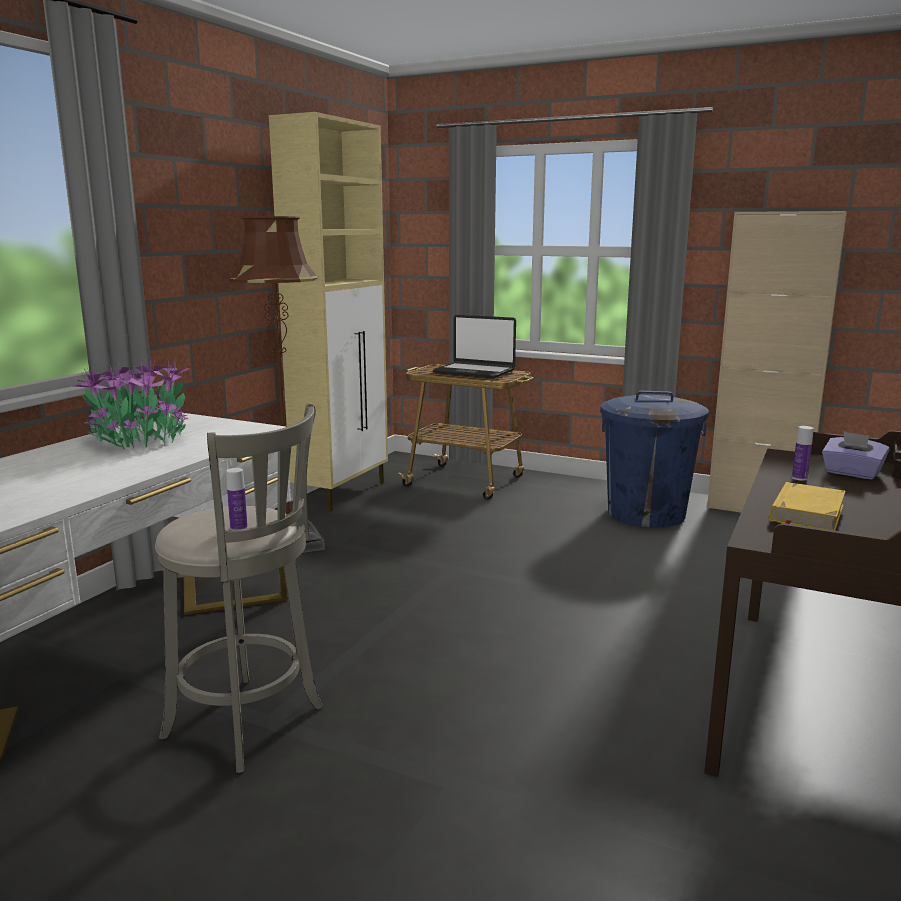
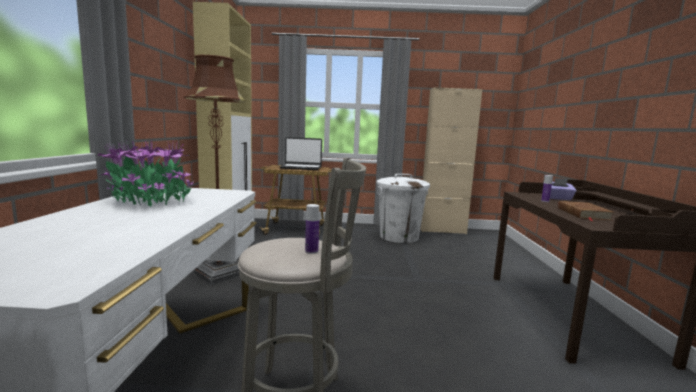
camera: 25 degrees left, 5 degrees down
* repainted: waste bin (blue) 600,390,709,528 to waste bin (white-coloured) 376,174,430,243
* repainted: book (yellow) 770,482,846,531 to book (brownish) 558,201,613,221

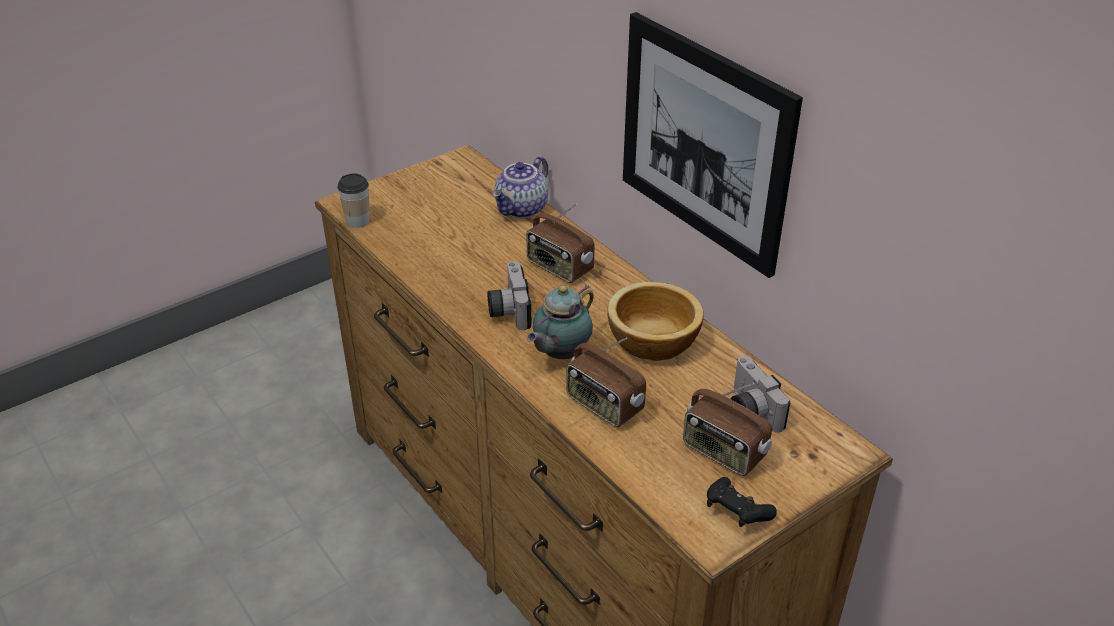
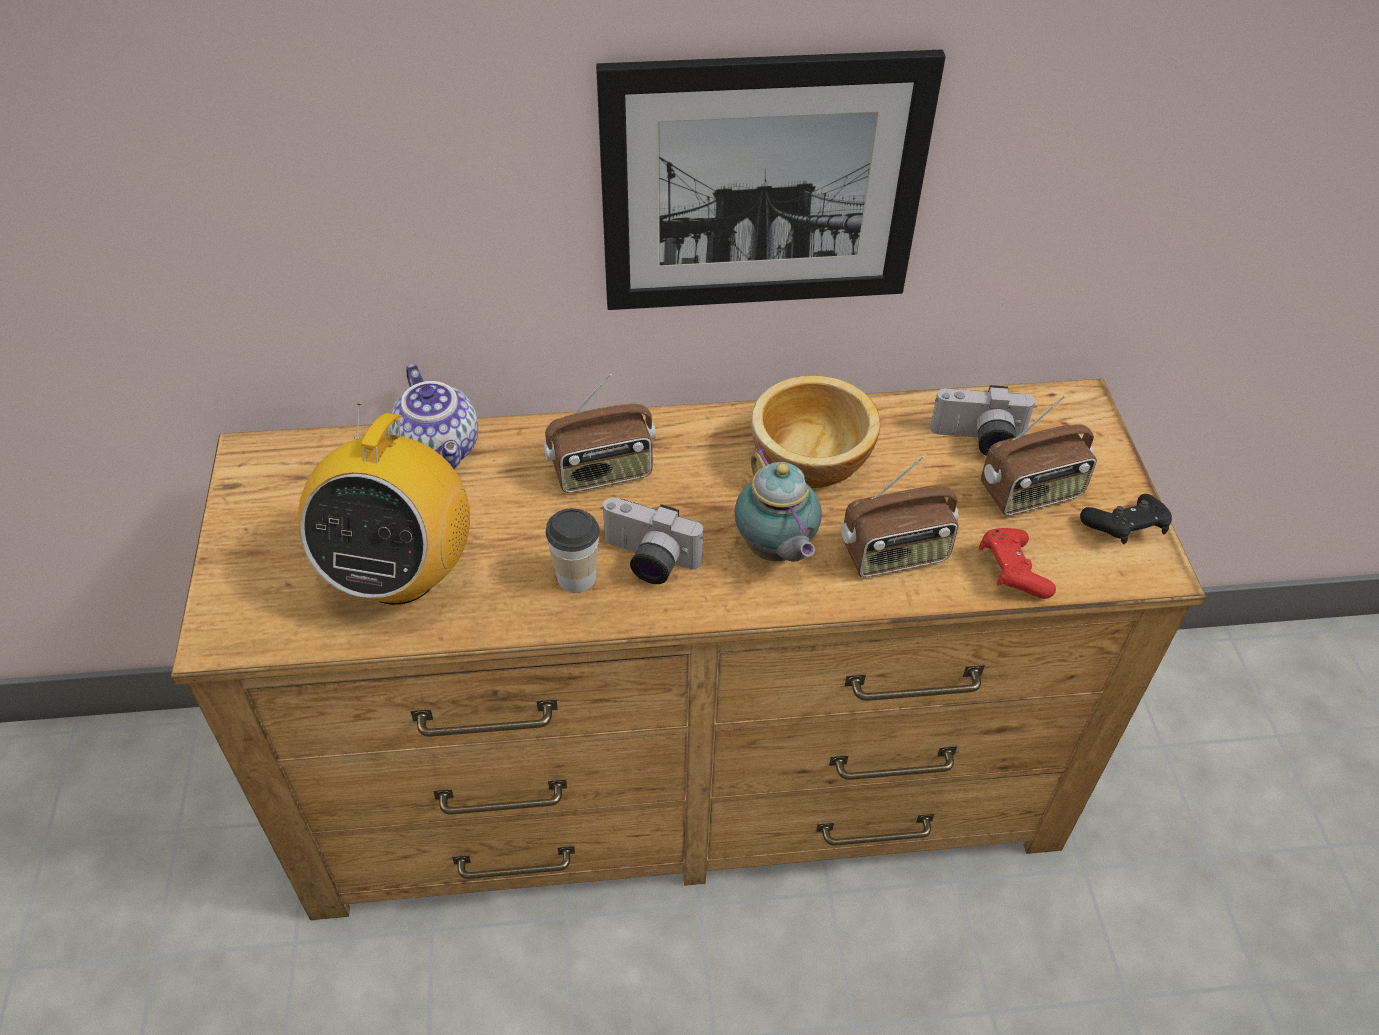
camera: 60 degrees left, 10 degrees up
* new: radio receiver 298,404,470,605
* new: game controller (red) 979,528,1056,599
* shifted: cup 337,173,369,228 to 546,508,600,592

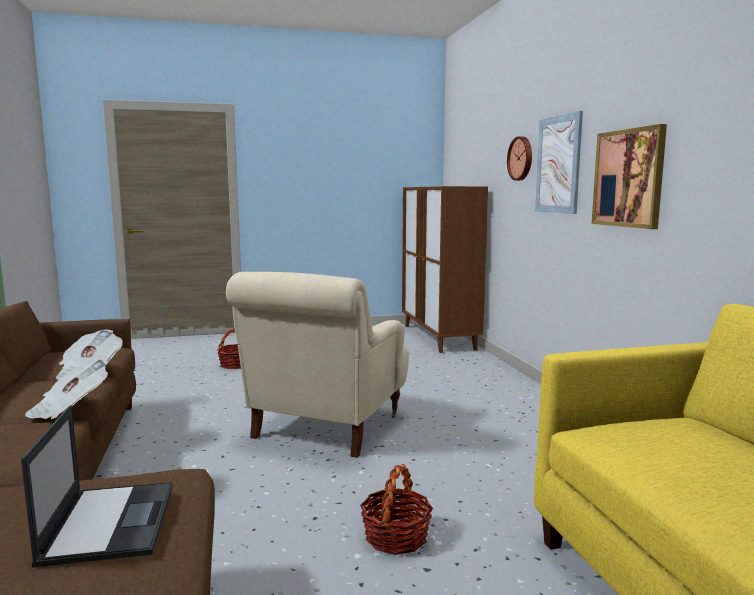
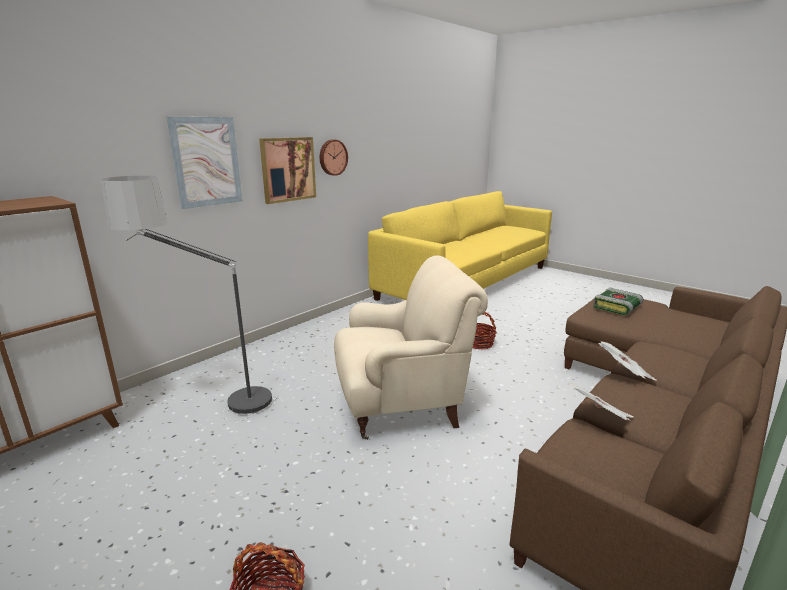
camera: 125 degrees left, 10 degrees up
* new: floor lamp 101,176,276,421
* shifted: wall clock 507,136,532,181 to 320,140,348,176
* swapped: portable computer 21,405,173,568 to book 593,288,643,315

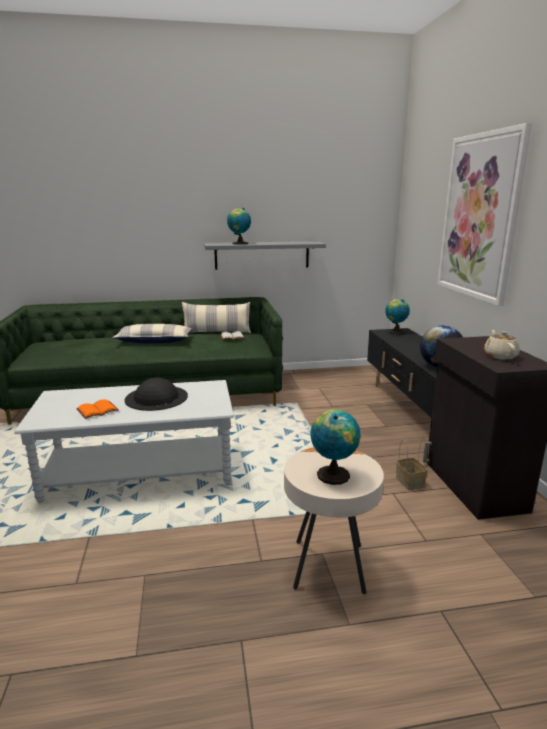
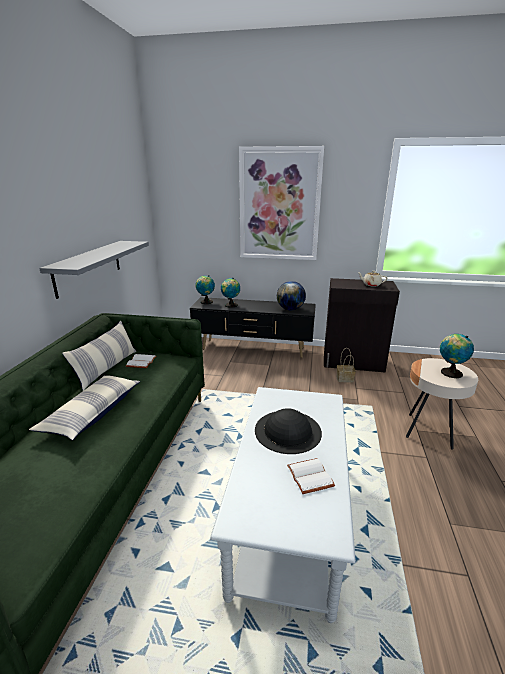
camera: 70 degrees left, 5 degrees up
* shifted: world globe 227,208,251,245 to 221,278,240,308
* repainted: book (orange) 76,399,119,419 to book (white-coloured) 287,458,335,494

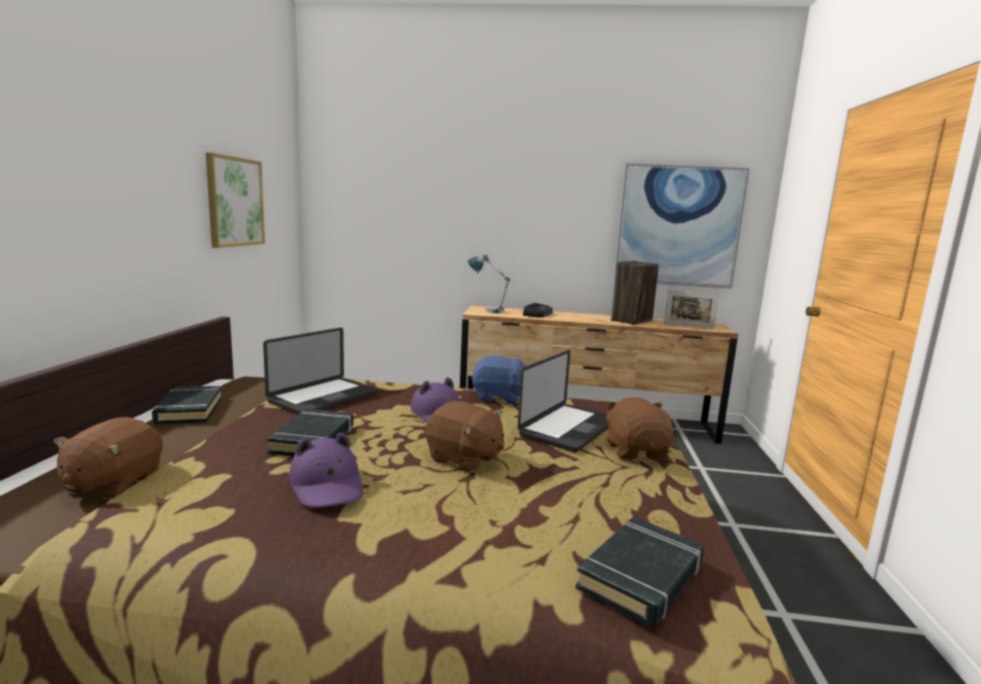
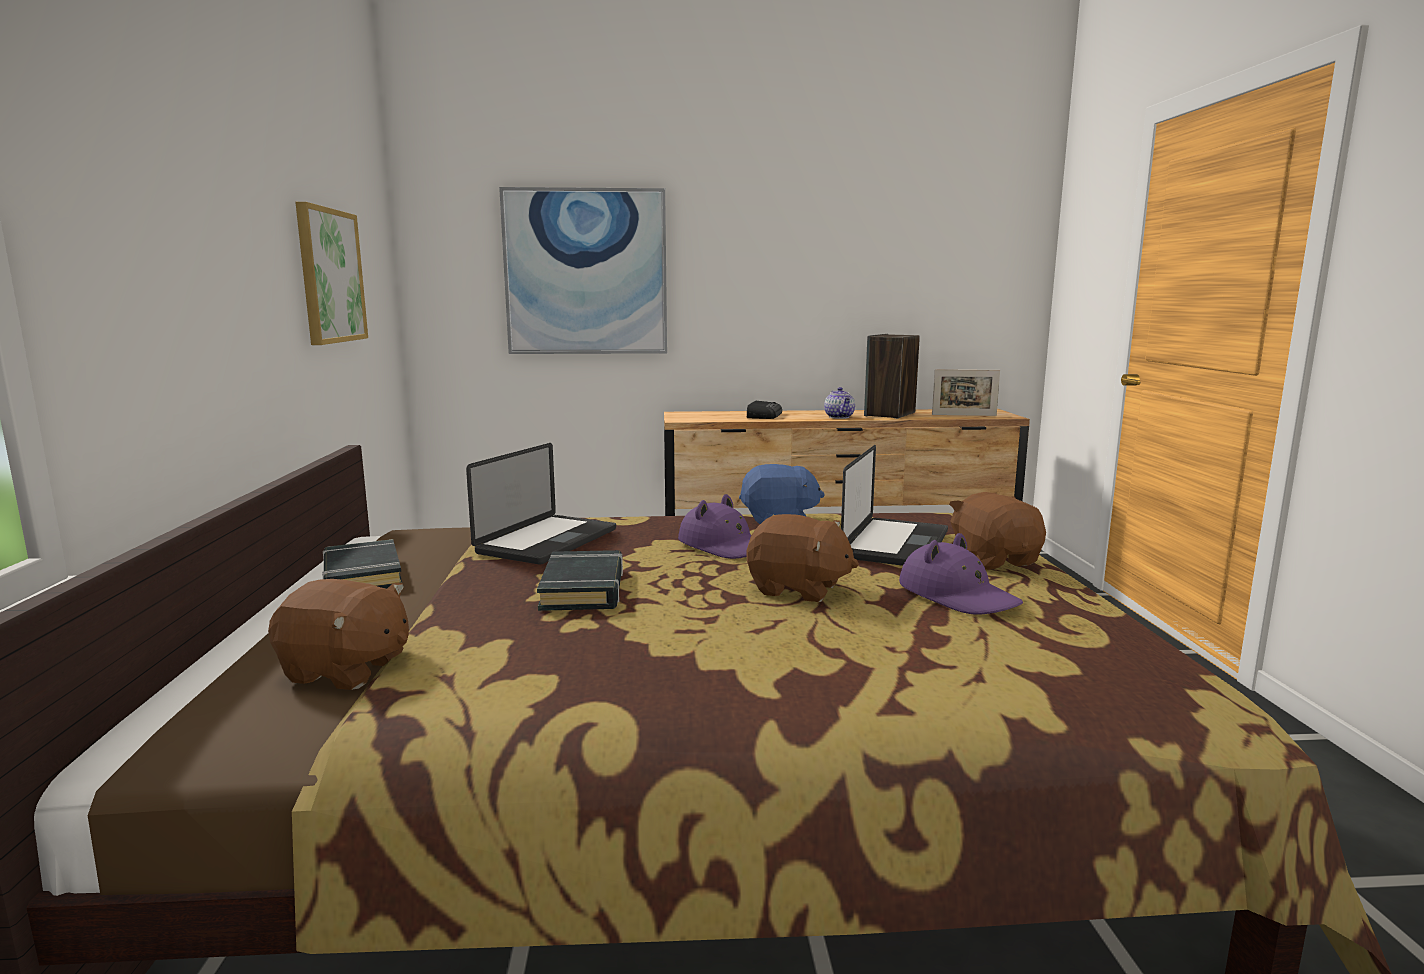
camera: 10 degrees left, 0 degrees up
* gone: table lamp 467,253,510,313
* gone: book (black) 576,517,704,627
* new: pot for tea 824,387,855,419
* shifted: hat (purple) 289,432,363,508 to 899,533,1023,615
* shifted: wall art 614,163,750,289 to 499,187,667,354
* rotated: soft toy (brownish) 53,417,163,500 = 268,579,409,690 75 degrees counterclockwise

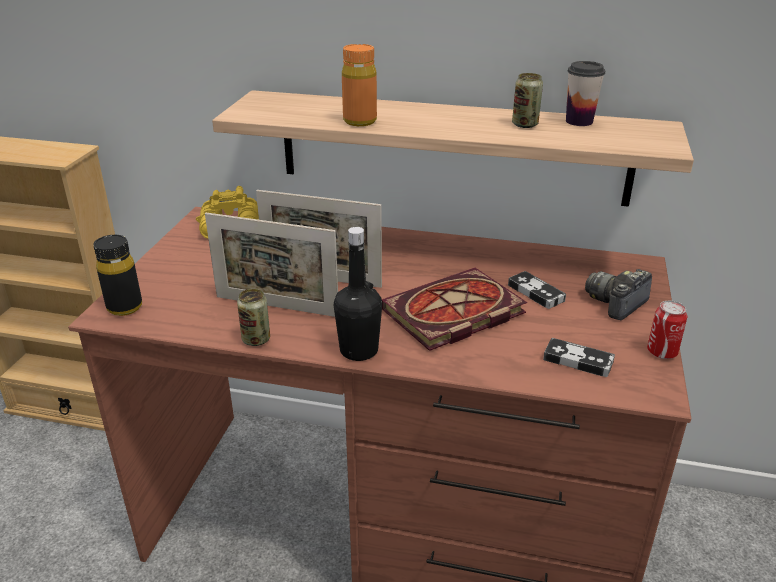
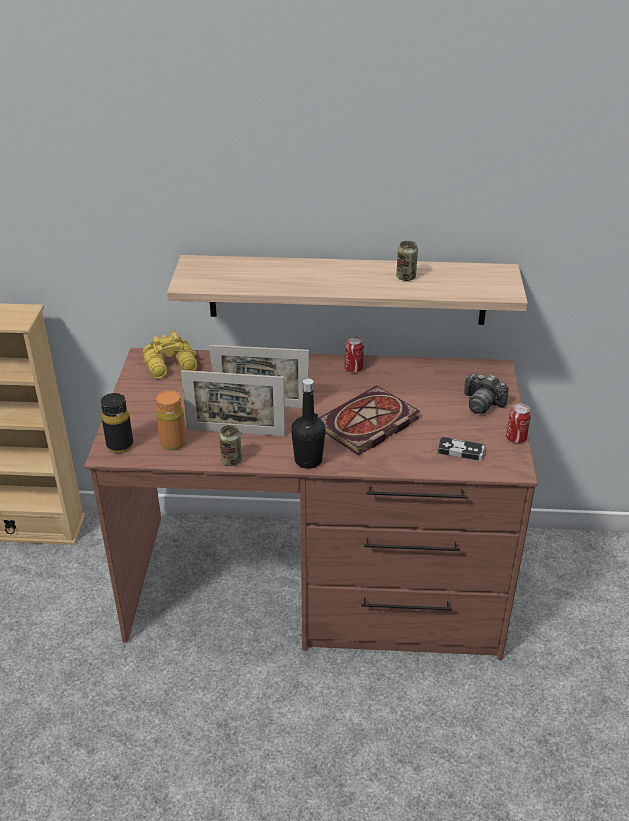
camera: 10 degrees left, 5 degrees up
* gone: game controller 508,271,566,309
* gone: cup 566,61,605,126
* new: metal can 345,336,364,373
* shifted: bottle (orange) 342,44,377,126 to 156,390,187,450
* rotated: still camera 585,269,652,320 = 464,373,509,414 90 degrees counterclockwise

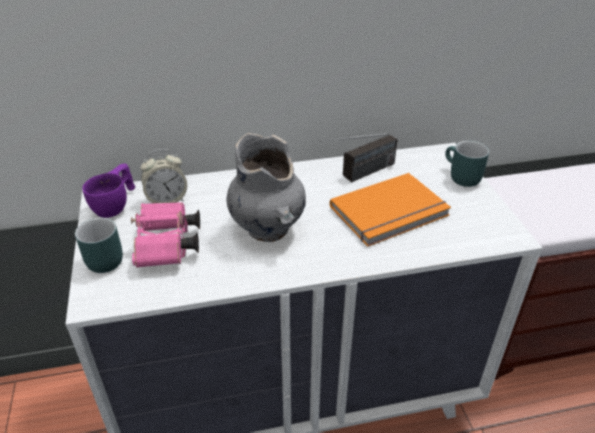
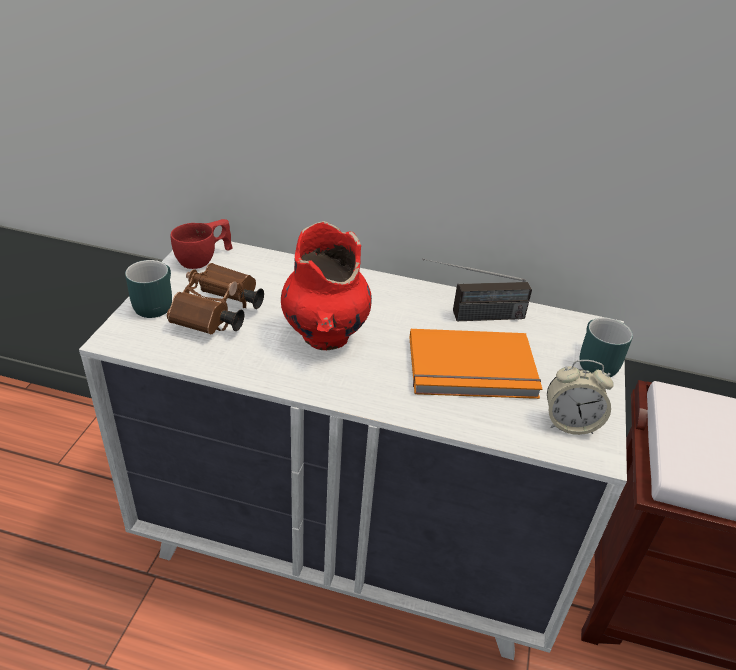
camera: 25 degrees right, 0 degrees up
* shifted: table clock 140,149,187,203 to 547,360,614,435
* repainted: cup (purple) 82,163,135,218 to cup (red) 171,219,233,269
* repainted: binoculars (pink-coloured) 131,202,200,268 to binoculars (brownish) 167,263,264,335
* repainted: decorative vase (greyish) 226,133,306,242 to decorative vase (red) 281,221,372,350

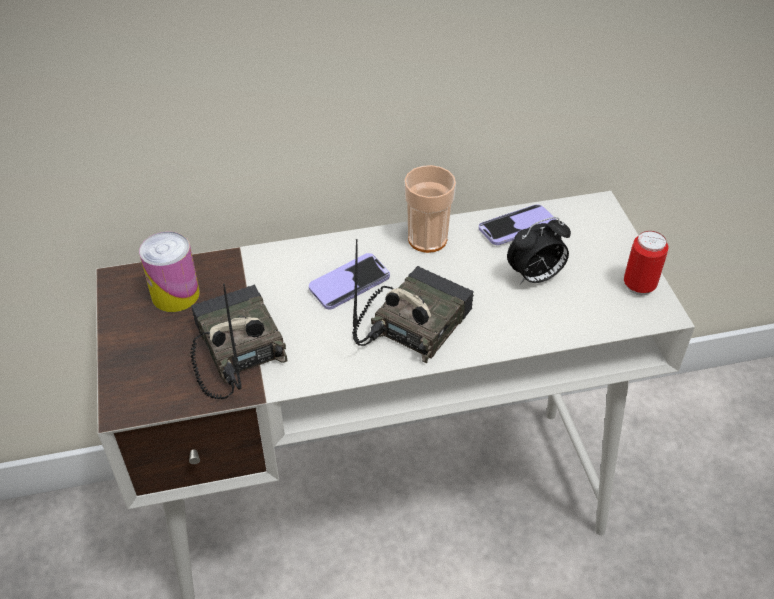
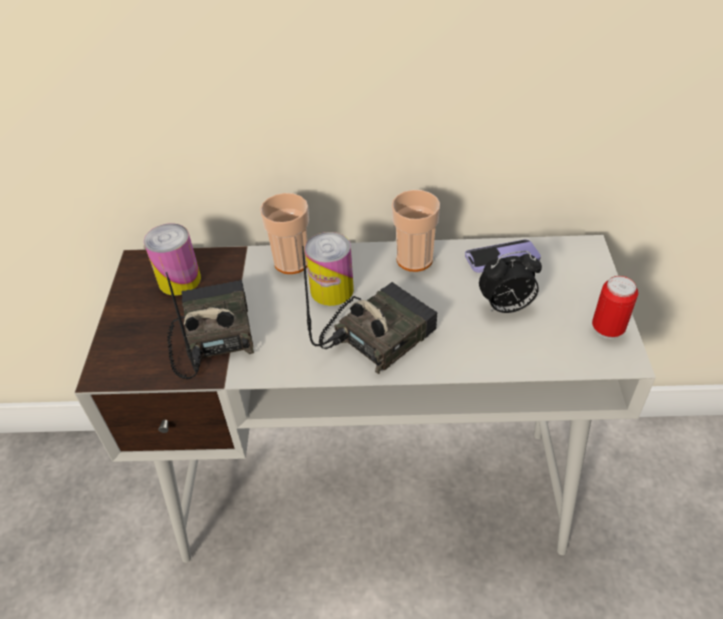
camera: 15 degrees right, 0 degrees up
* new: cup 260,193,309,274
* swapped: handset 309,253,390,309 to metal can 305,232,354,306

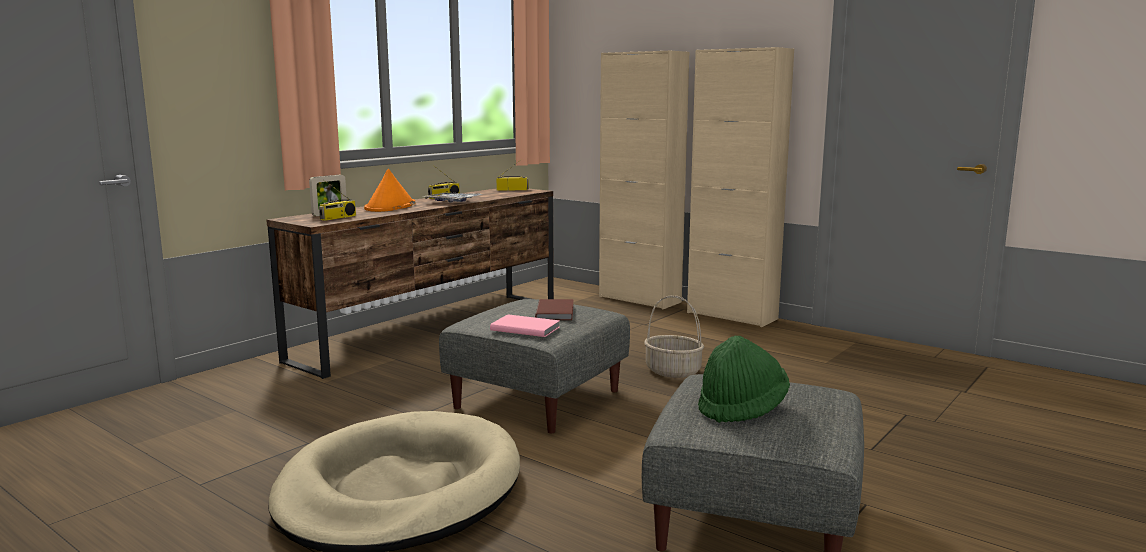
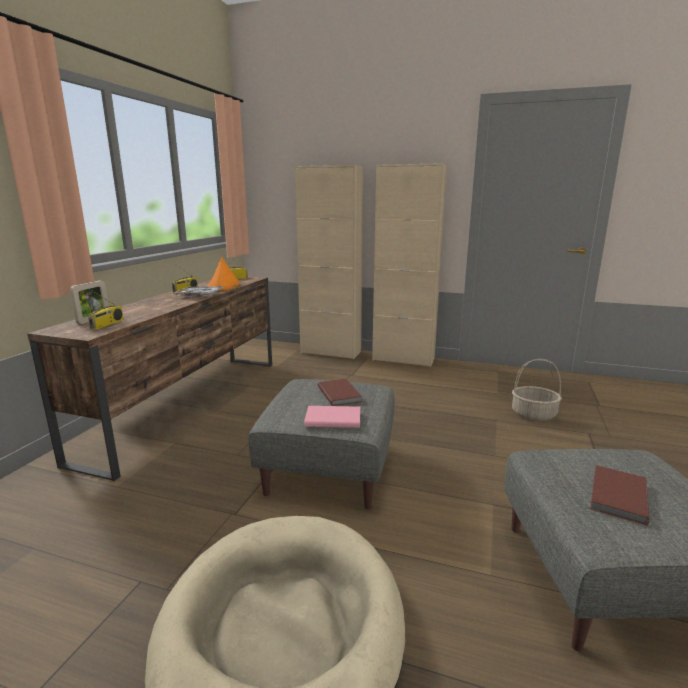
camera: 20 degrees left, 5 degrees up
* shifted: hat (orange) 364,169,415,212 to 207,257,240,291
* shifted: household basket 644,295,704,378 to 512,359,562,421
* swapped: hat (green) 698,335,790,423 to book (brownish) 590,465,649,525

